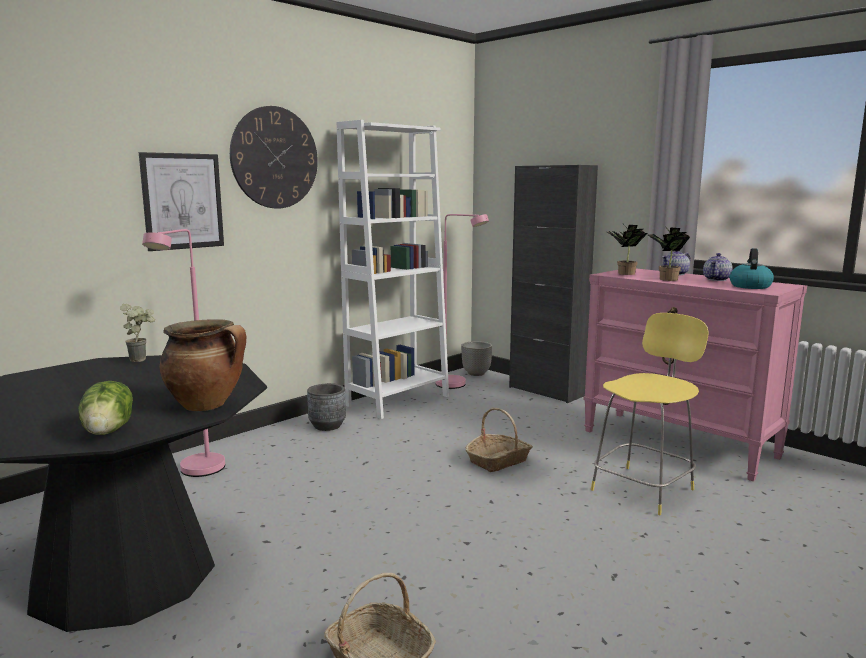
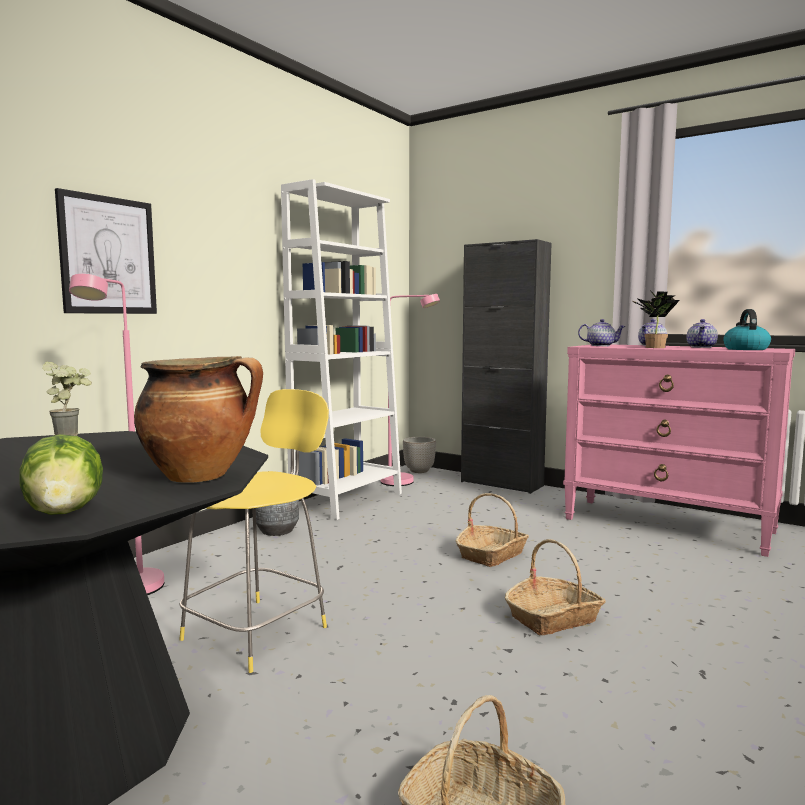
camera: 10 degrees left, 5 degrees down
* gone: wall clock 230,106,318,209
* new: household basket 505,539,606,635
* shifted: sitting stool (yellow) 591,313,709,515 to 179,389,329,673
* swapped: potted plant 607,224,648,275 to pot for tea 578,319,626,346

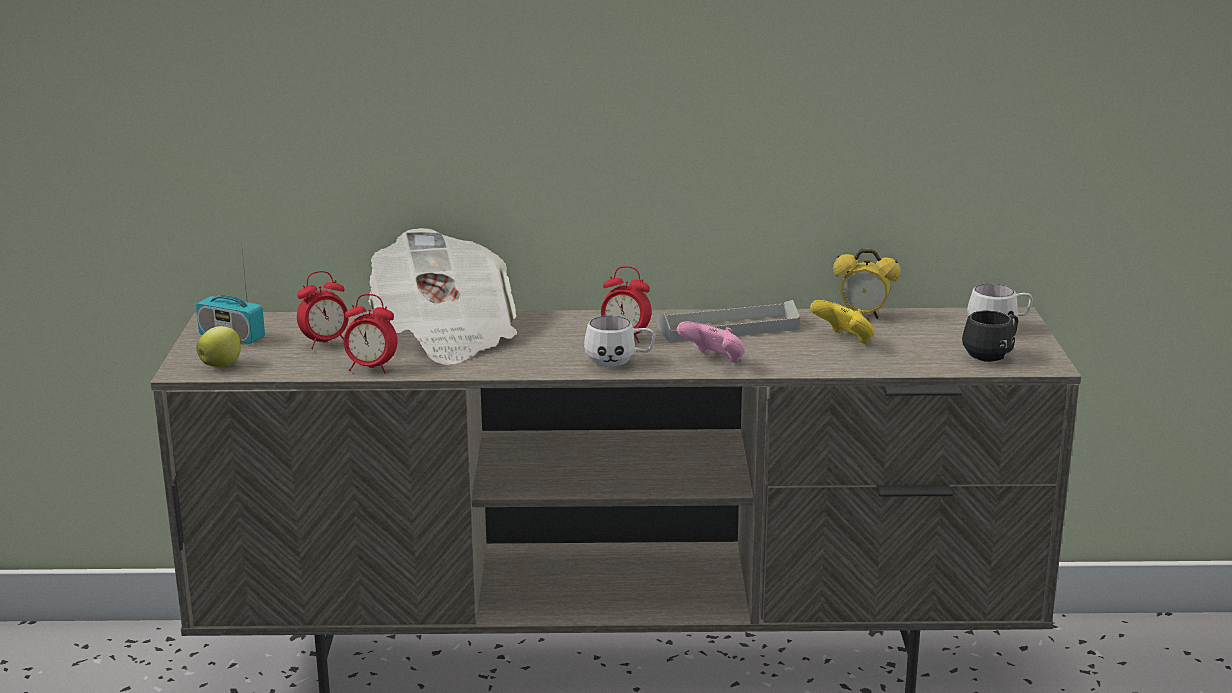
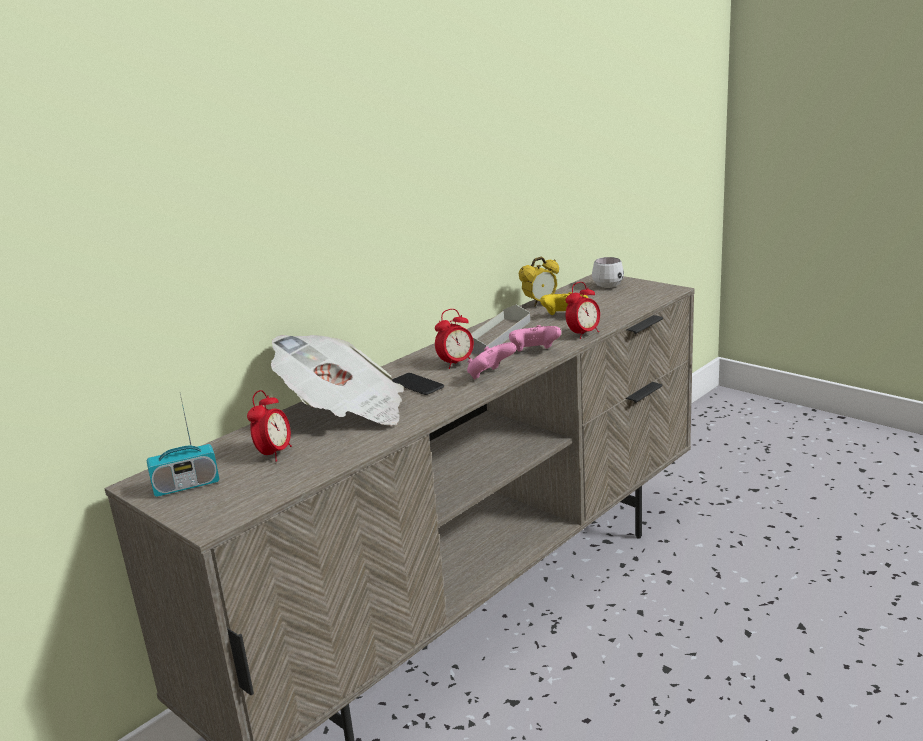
camera: 45 degrees left, 0 degrees up
* gone: apple fruit 196,326,242,367
* gone: tea mug (black) 962,310,1018,362
* new: handset 392,373,444,395
* shifted: table clock 344,294,397,373 to 565,282,600,339
* swapped: tea mug (white-coloured) 584,315,655,367 to game controller (pink-coloured) 467,342,516,379

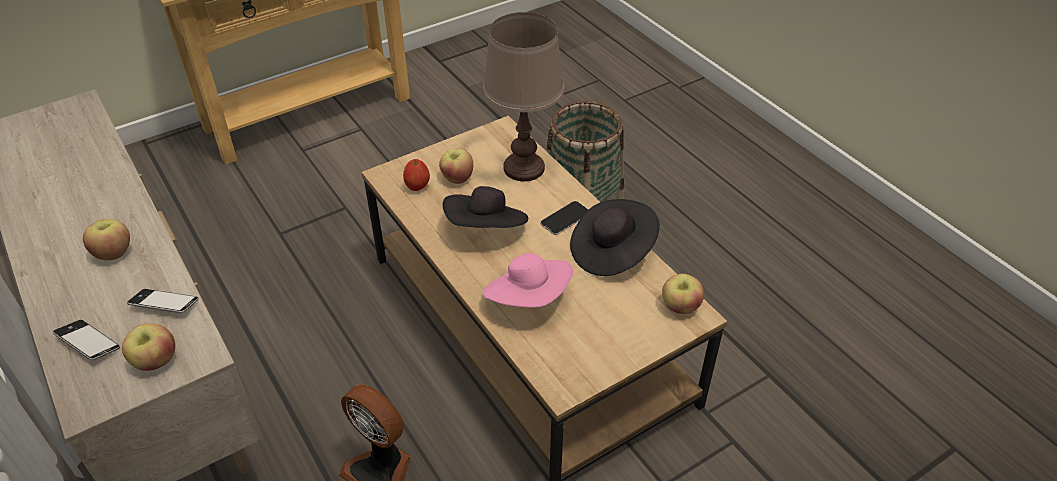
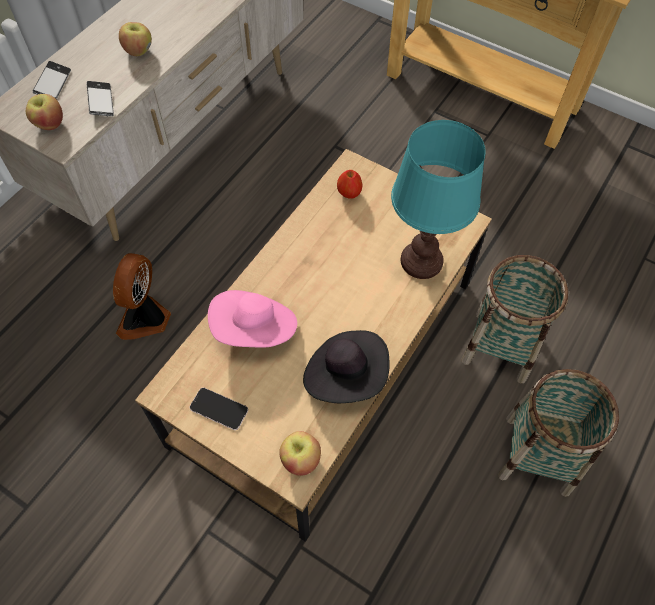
camera: 65 degrees right, 15 degrees up
* gone: apple fruit 439,148,473,184
* gone: hat (black) 442,186,528,228
* new: household basket 498,369,619,497
* shifted: handset 540,201,589,235 to 190,388,248,430
* repainted: table lamp (brownish) 483,12,565,181 to table lamp (turquoise) 391,120,486,279

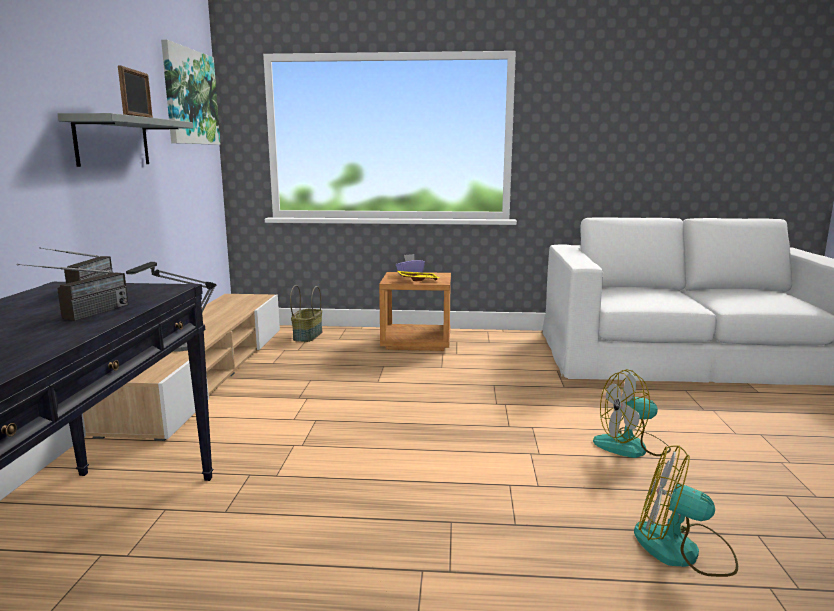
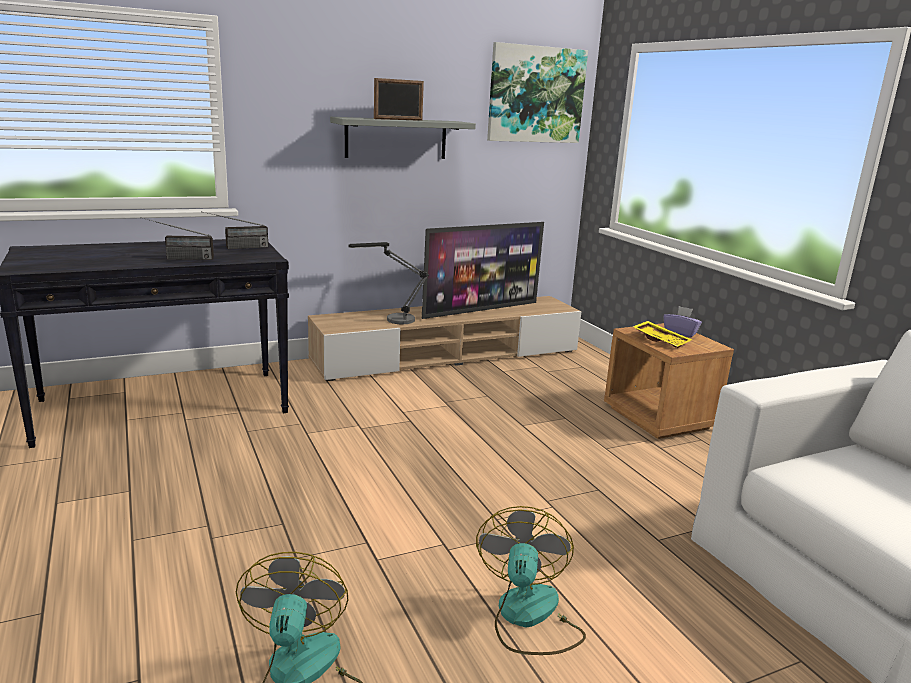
camera: 60 degrees right, 5 degrees up
* gone: household basket 290,285,322,342
* new: television 422,222,544,319
* rotated: fan 593,369,671,458 = 476,506,586,655 45 degrees clockwise

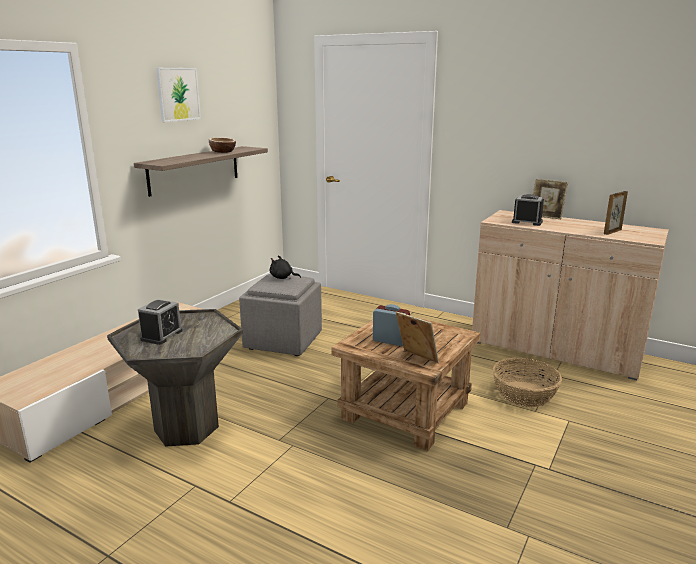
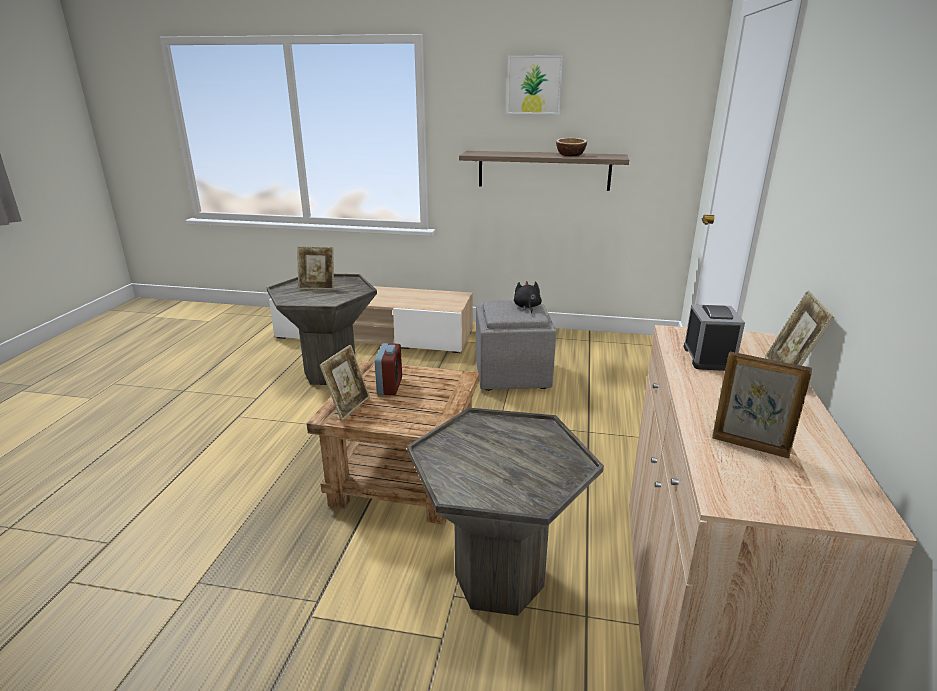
camera: 70 degrees right, 5 degrees up
* swapped: table clock 138,299,183,345 to photo frame 297,246,334,290
* swapped: household basket 492,358,562,407 to end table (greyish) 407,408,604,616

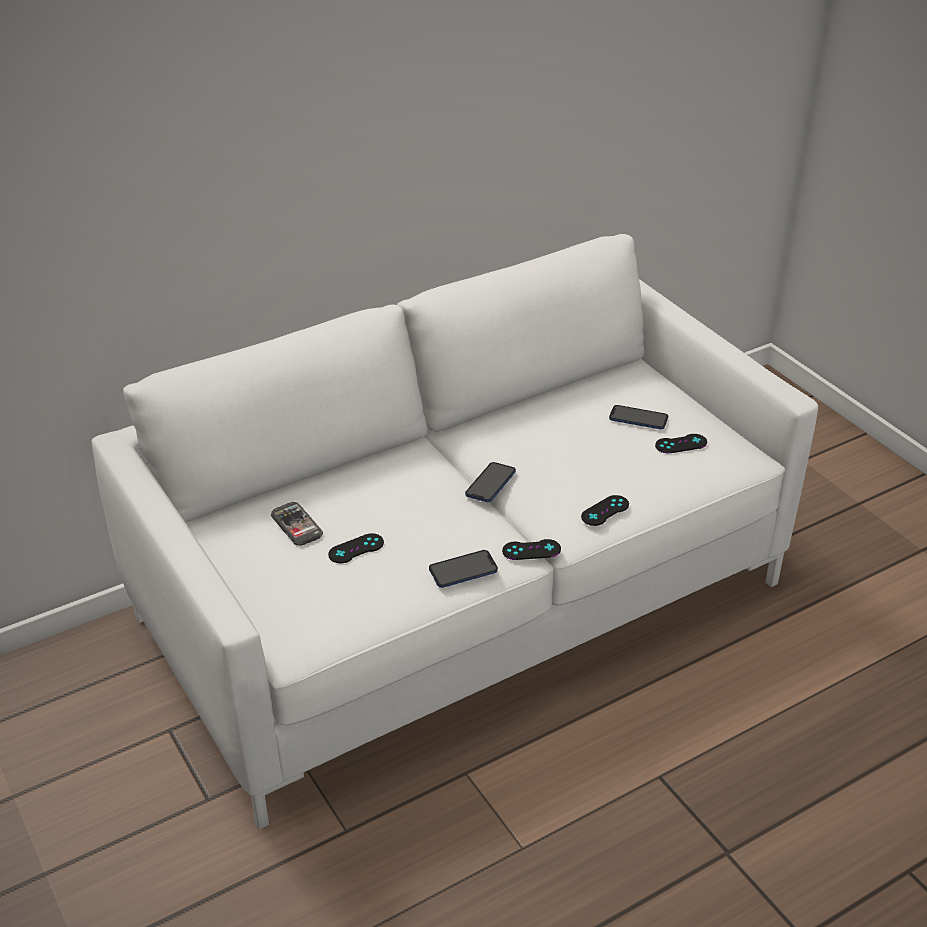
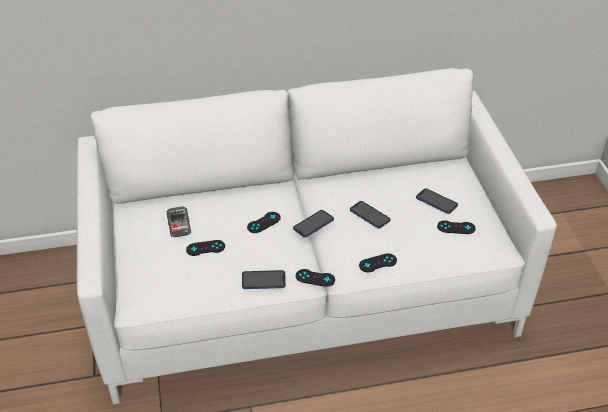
camera: 20 degrees right, 5 degrees up
* new: game controller (black) 247,212,281,233
* new: handset 350,201,391,229

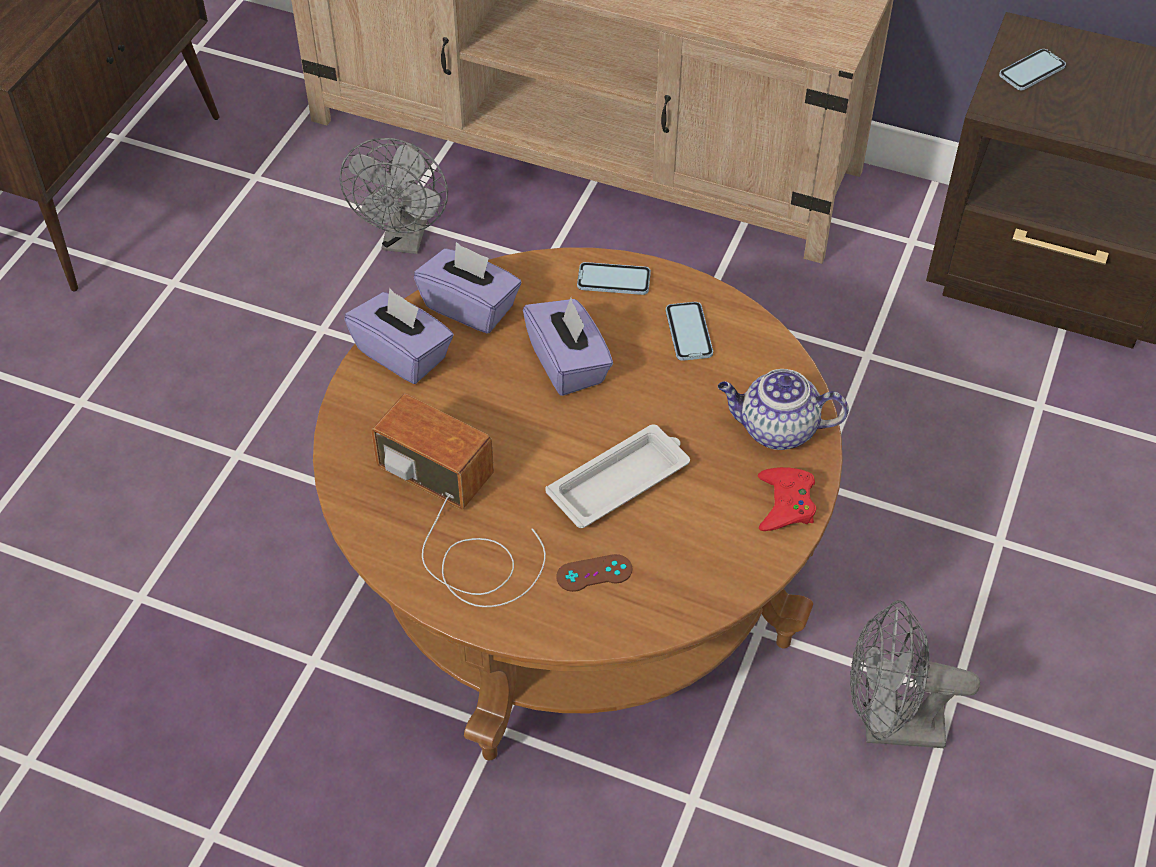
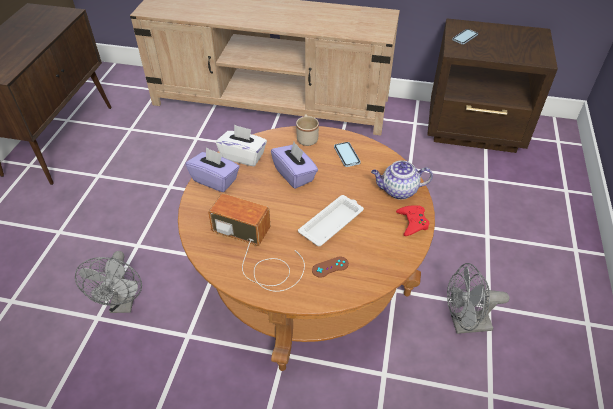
camera: 10 degrees left, 5 degrees down
* shifted: fan (greyish) 339,138,448,254 to 75,251,142,313
* swapped: handset 577,262,651,295 to tea mug (beige) 296,114,319,146
* repainted: box of tissues (purple) 414,242,521,334 to box of tissues (white-coloured) 216,125,267,166

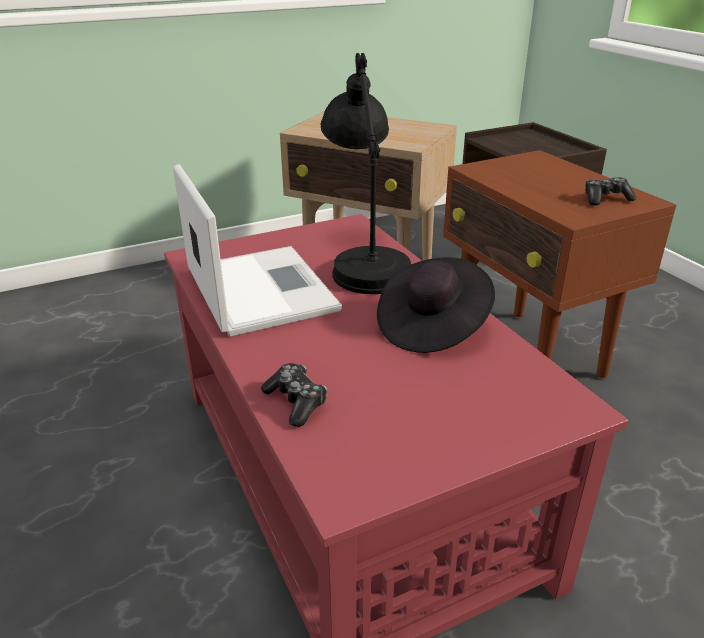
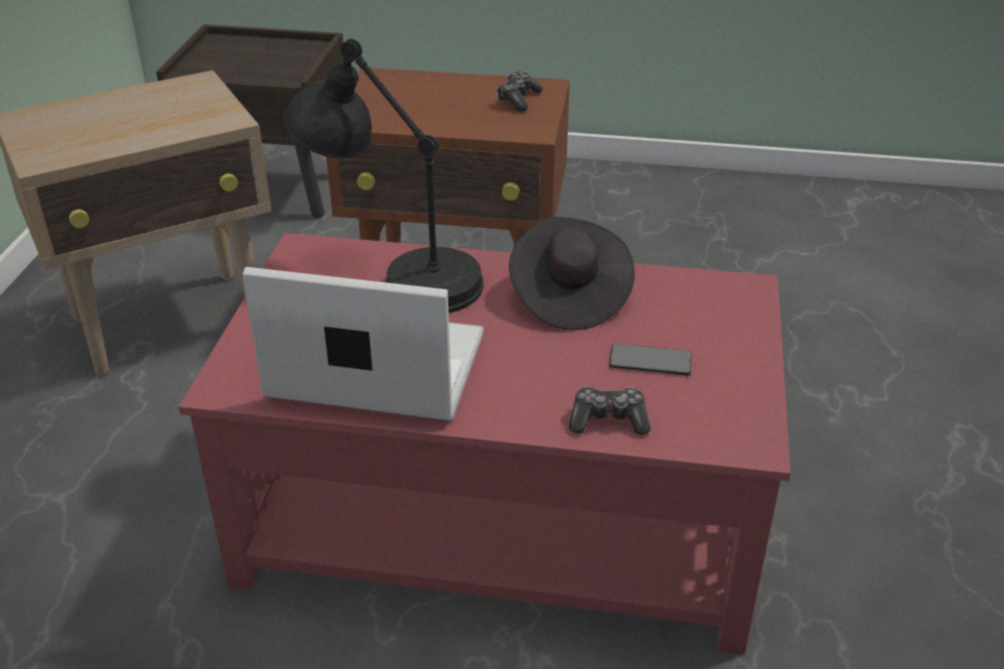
camera: 55 degrees left, 5 degrees up
* new: handset 609,344,692,376

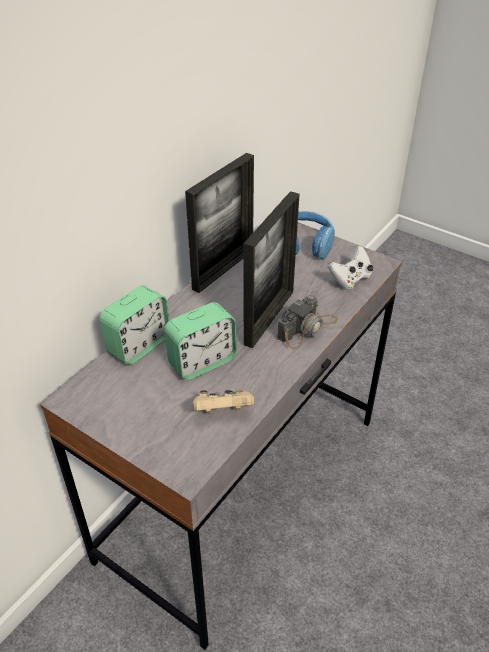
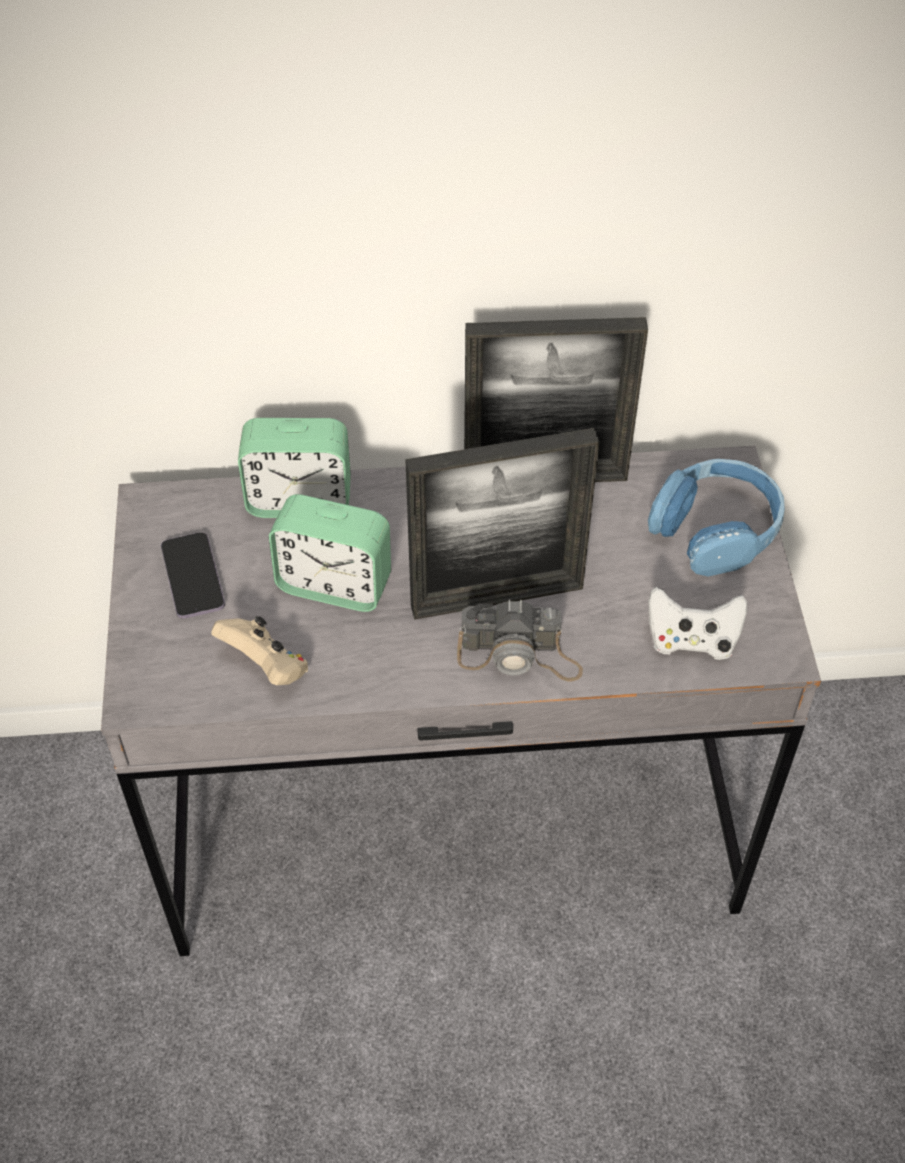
camera: 50 degrees right, 10 degrees up
* new: handset 161,532,225,619

